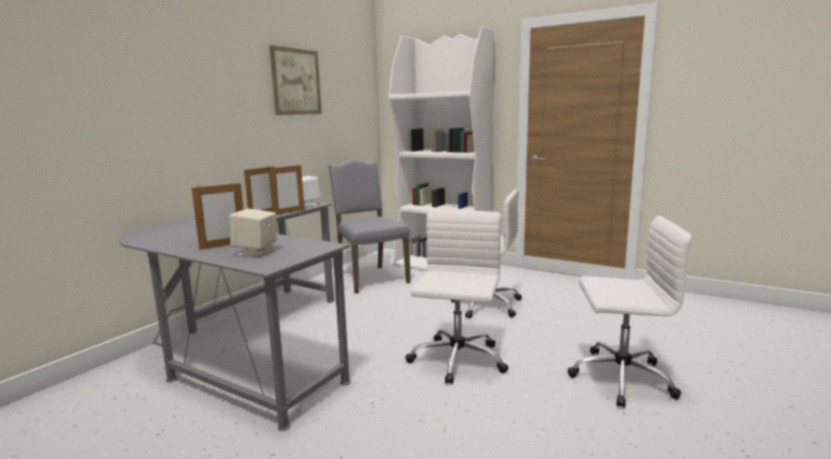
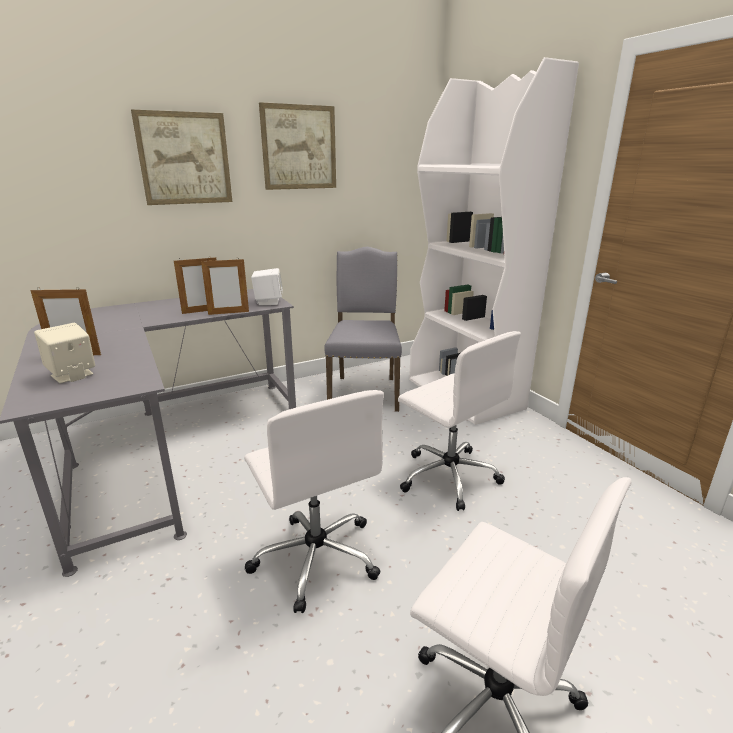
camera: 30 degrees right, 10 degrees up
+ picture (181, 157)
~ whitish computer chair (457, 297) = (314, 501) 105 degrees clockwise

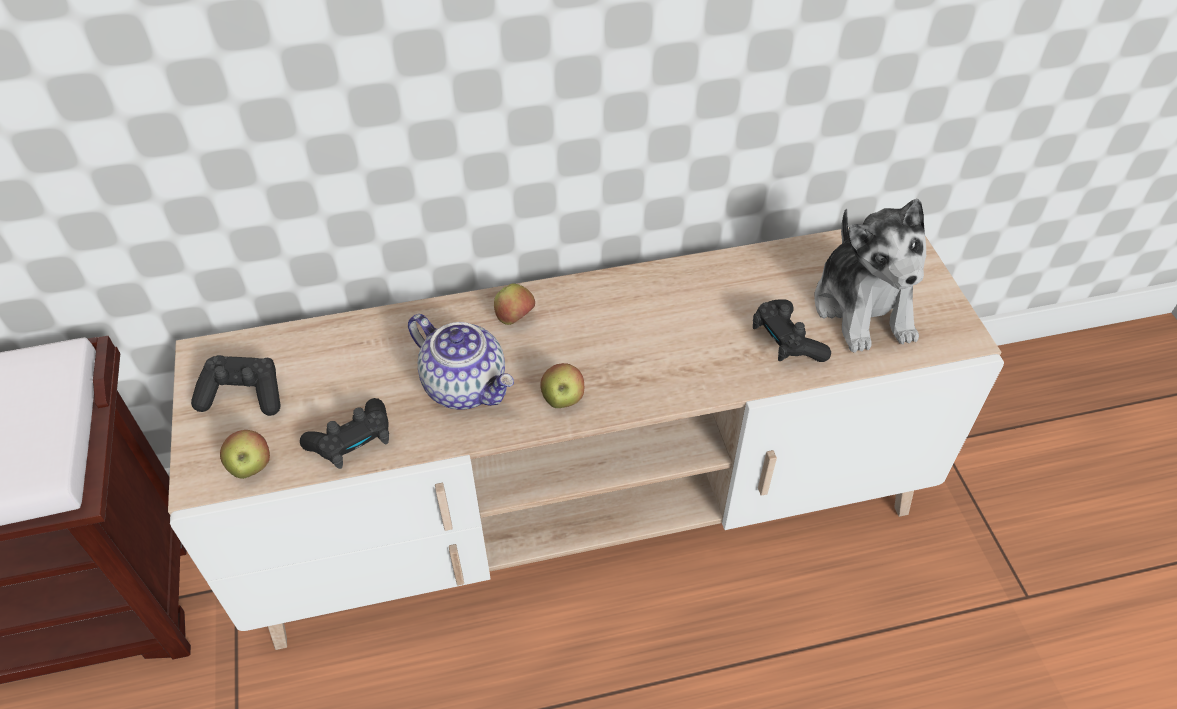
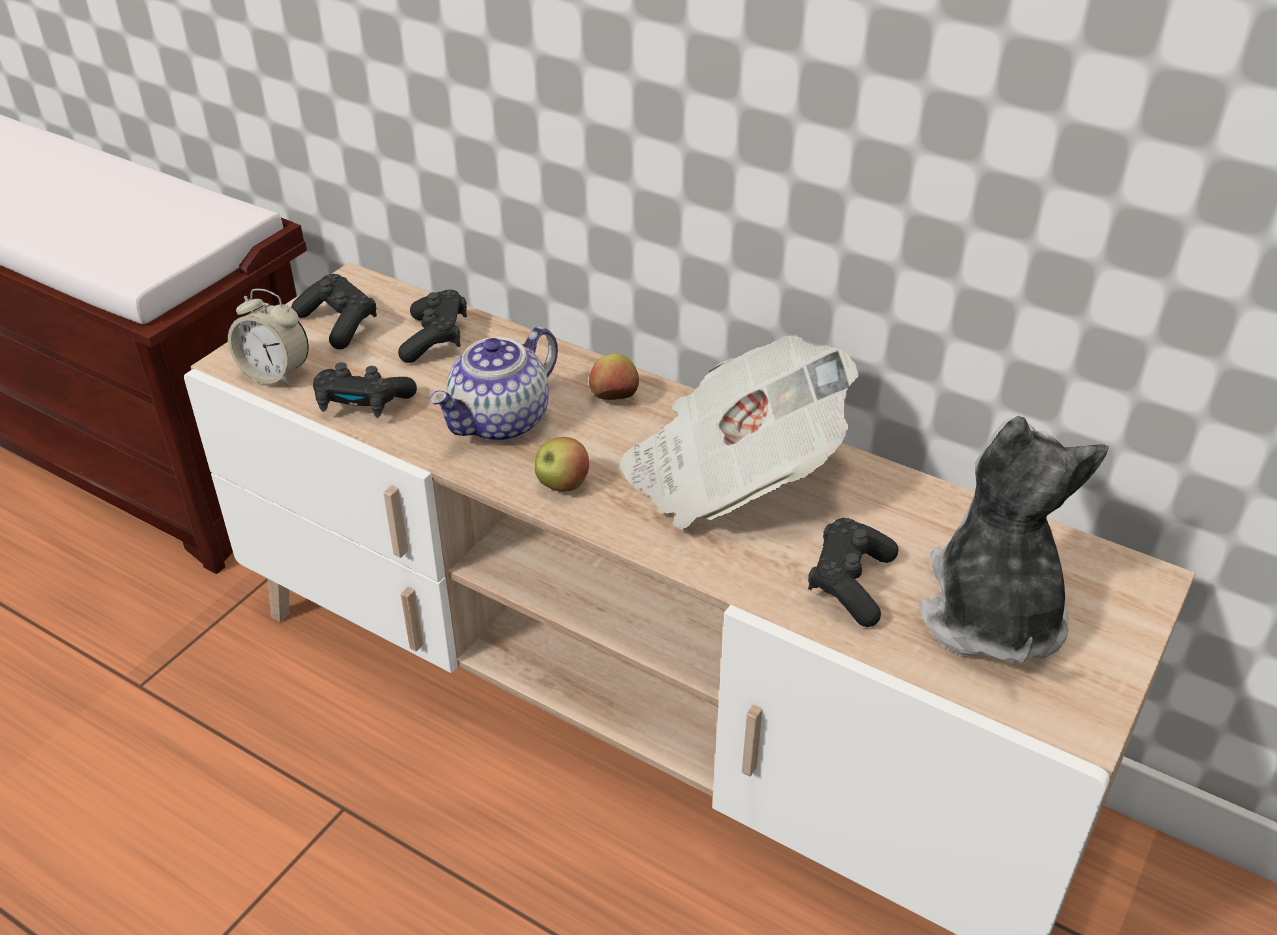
camera: 45 degrees right, 10 degrees down
~ whole apple (245, 454) to bedside clock (268, 338)
+ blackish joypad (432, 326)
~ tea pot (461, 362) = (493, 384) 45 degrees clockwise
+ printed paper (739, 432)
~ cuddly toy (870, 276) = (1014, 540) 150 degrees clockwise

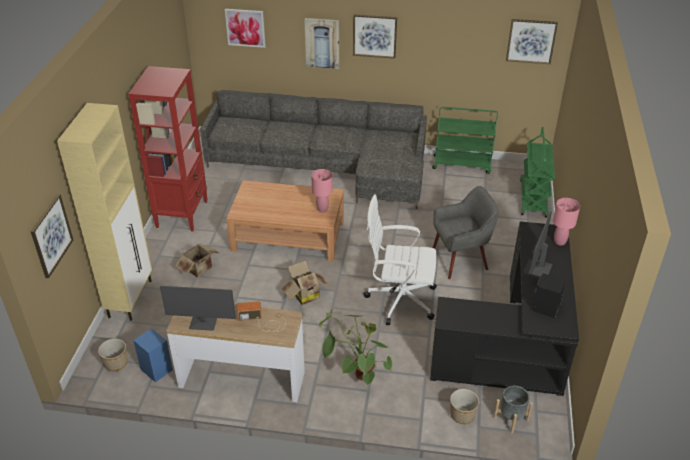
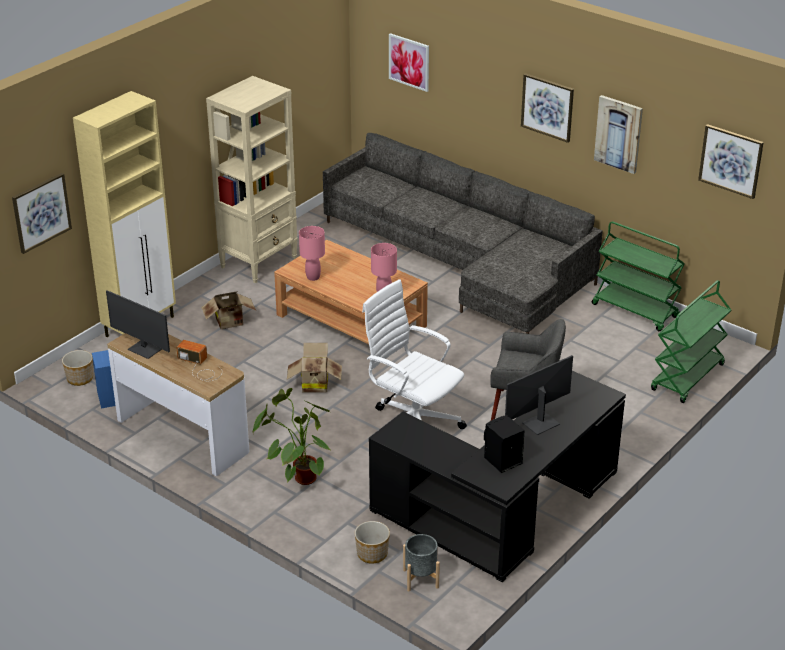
camera: 30 degrees right, 5 degrees down
~ reddish bookcase (168, 149) to sand-coloured bookcase (252, 180)
~ pink table lamp (566, 222) to (312, 253)
~ picture (322, 43) to (618, 134)

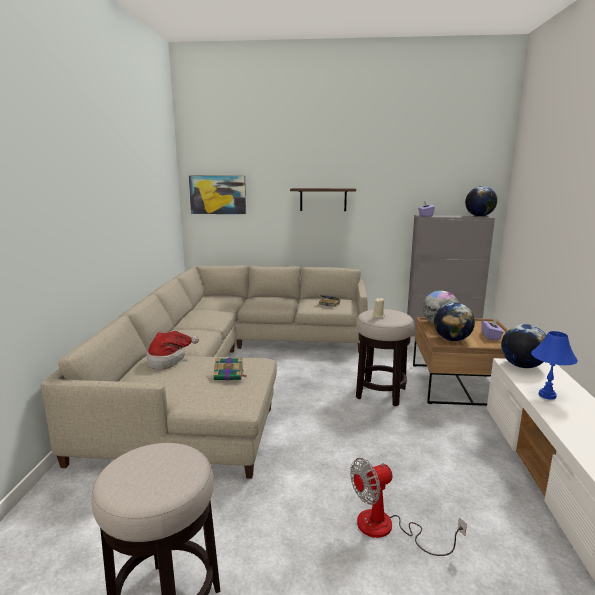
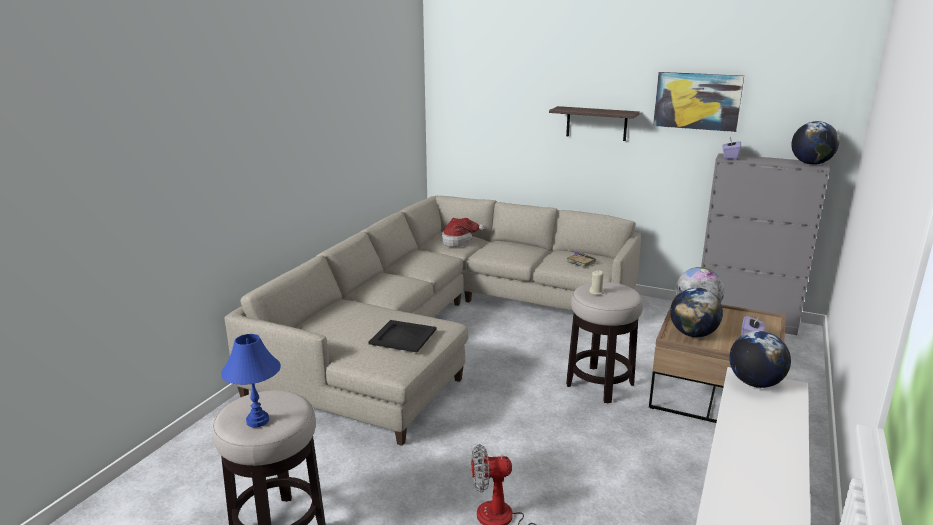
camera: 20 degrees right, 5 degrees up
~ blue-coloured table lamp (554, 365) to (251, 381)
~ bound book (230, 369) to blackish carrying tray (402, 336)
~ hat (172, 350) to (463, 232)
~ picture (217, 195) to (698, 102)

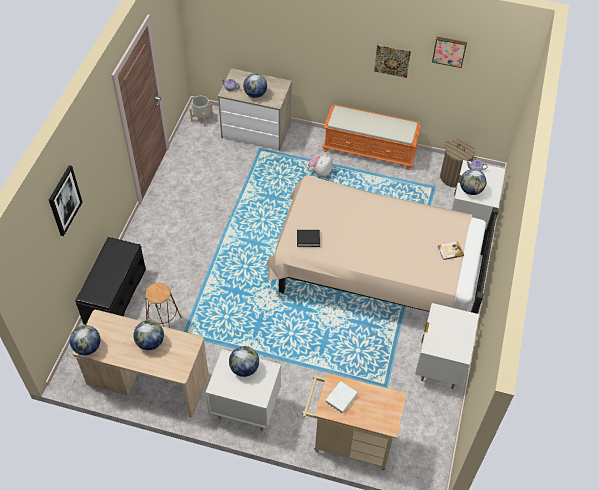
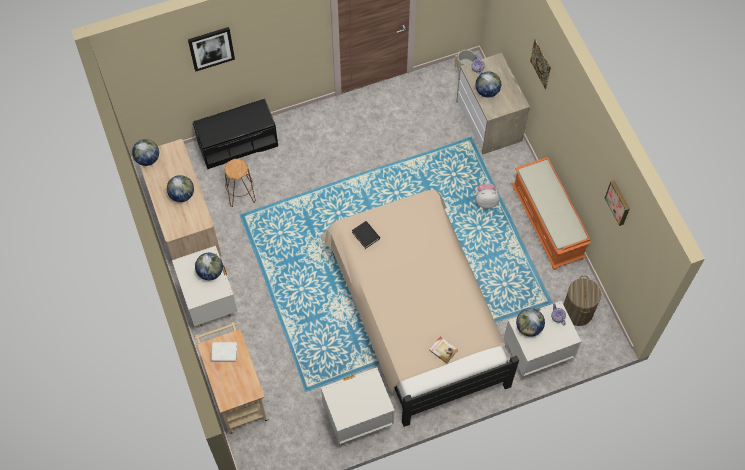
camera: 55 degrees right, 10 degrees up
~ picture (392, 61) to (540, 64)

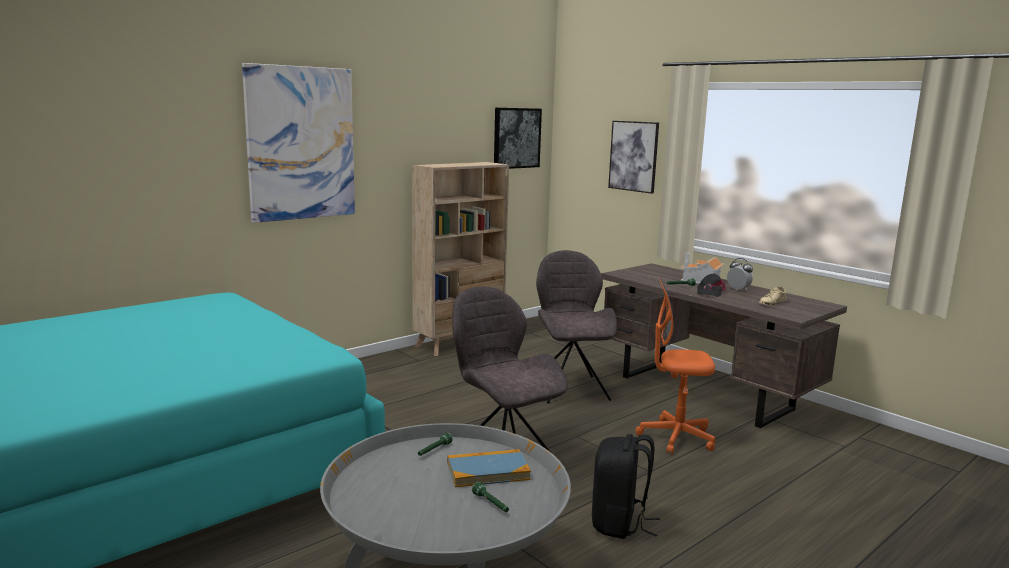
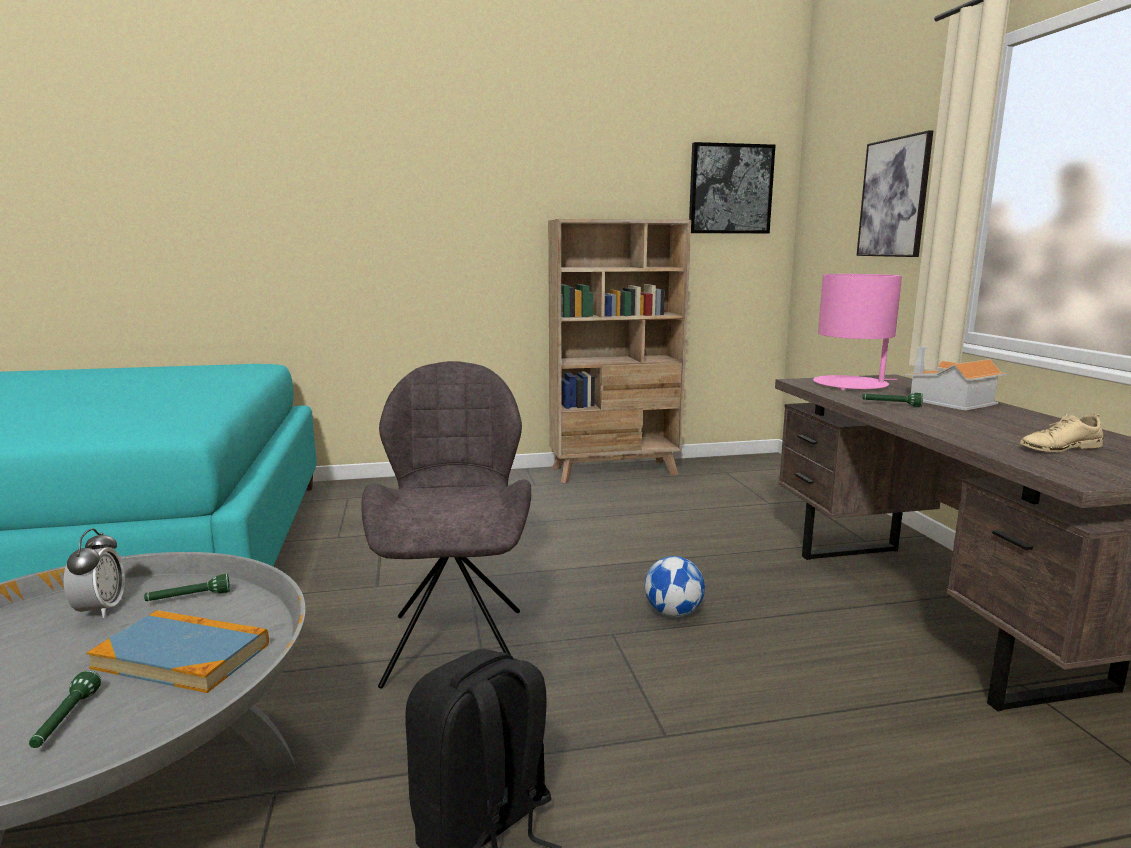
camera: 30 degrees right, 0 degrees up
~ bedside clock (740, 274) to (94, 573)
+ football (675, 586)
+ pink table lamp (857, 332)
- picture (298, 143)
- grey plain chair (576, 327)
- orange computer chair (675, 366)
- blackish peaked cap (711, 285)

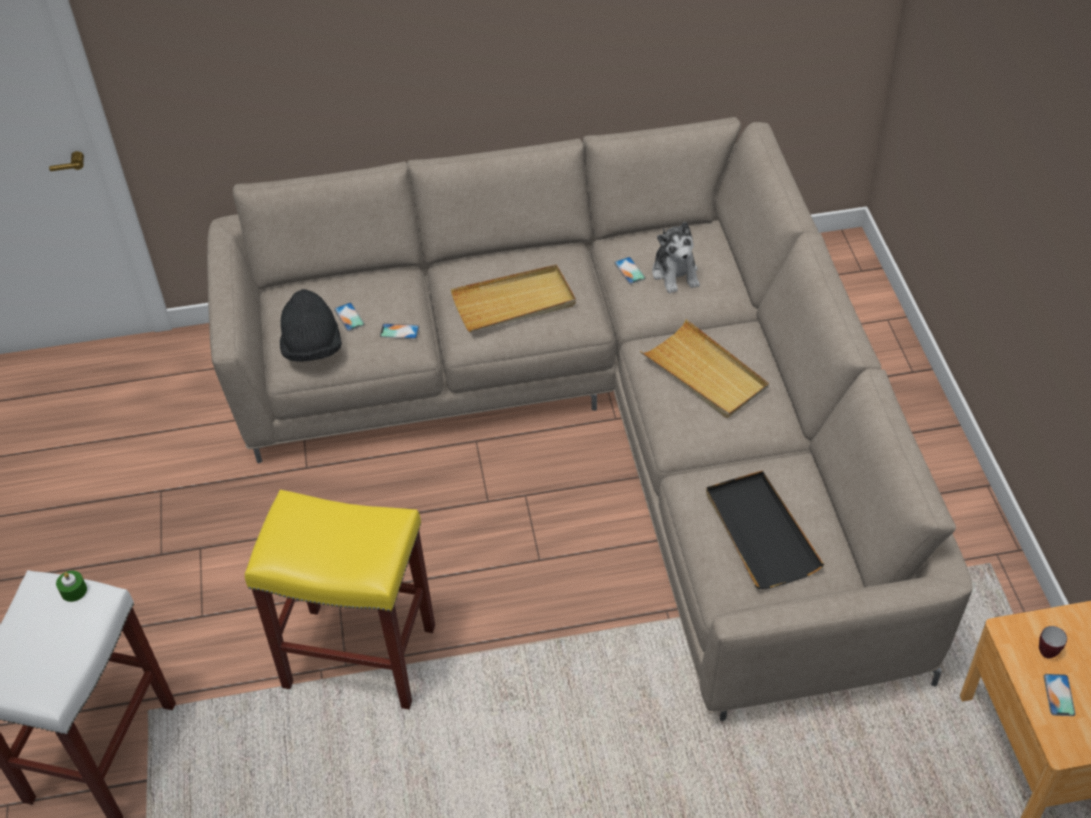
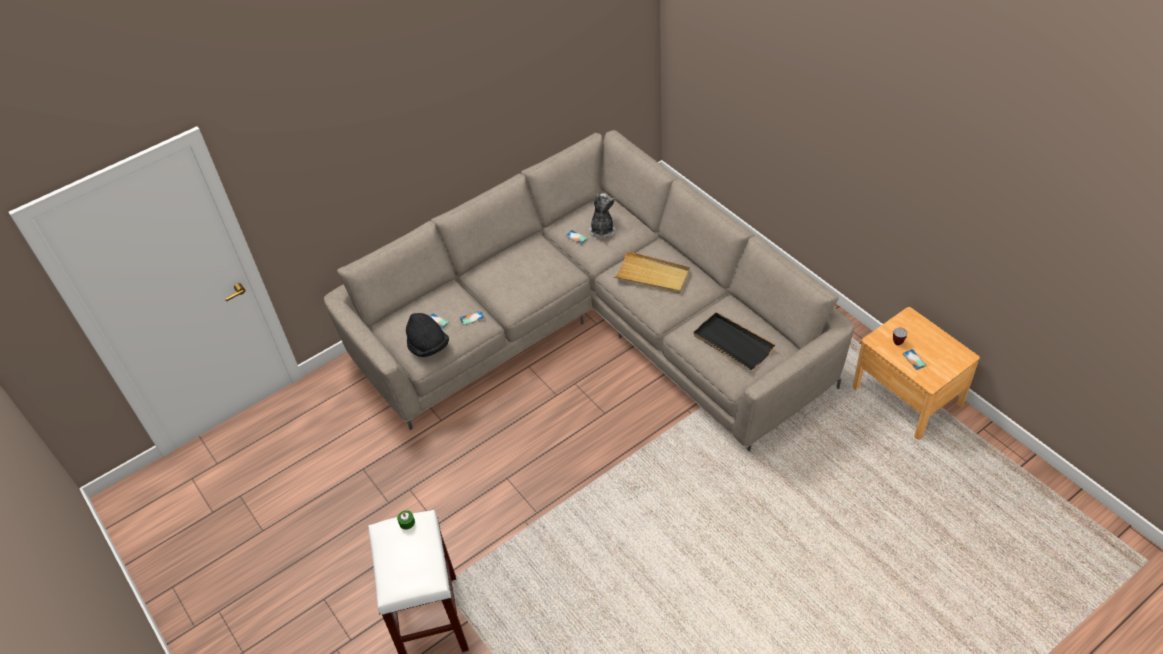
camera: 25 degrees left, 0 degrees up
~ cuddly toy (676, 257) = (602, 215) 135 degrees counterclockwise
- yellow-coloured sitting stool (340, 600)
- sand-coloured carrying tray (513, 298)

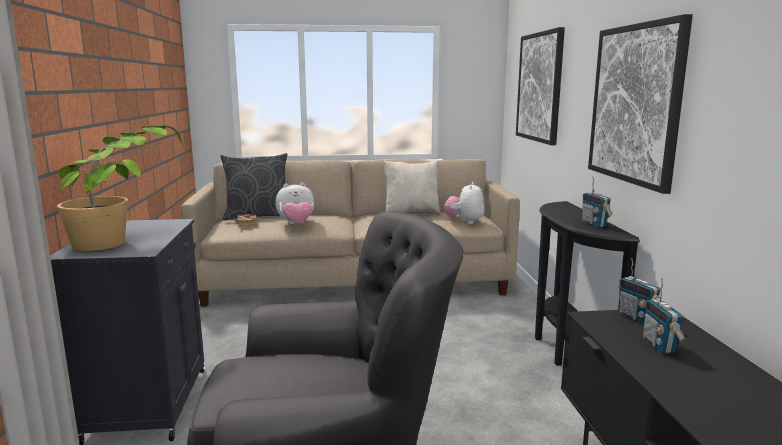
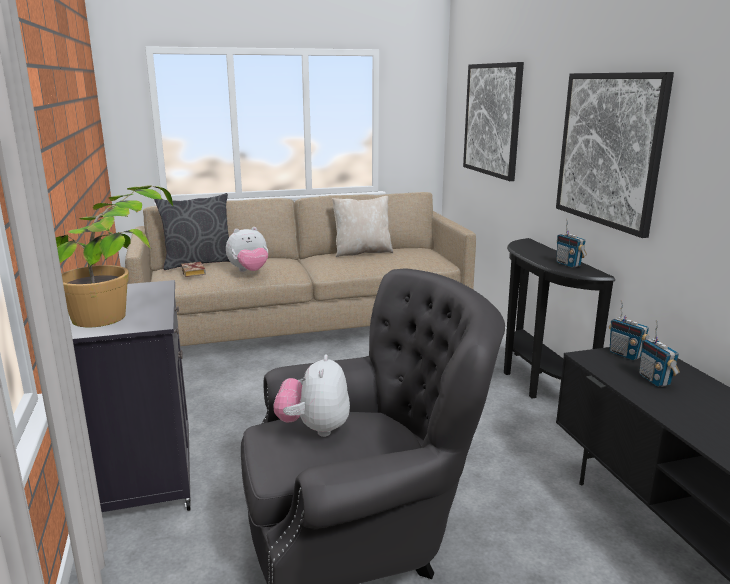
camera: 10 degrees left, 5 degrees up
~ cuddly toy (464, 203) to (311, 395)

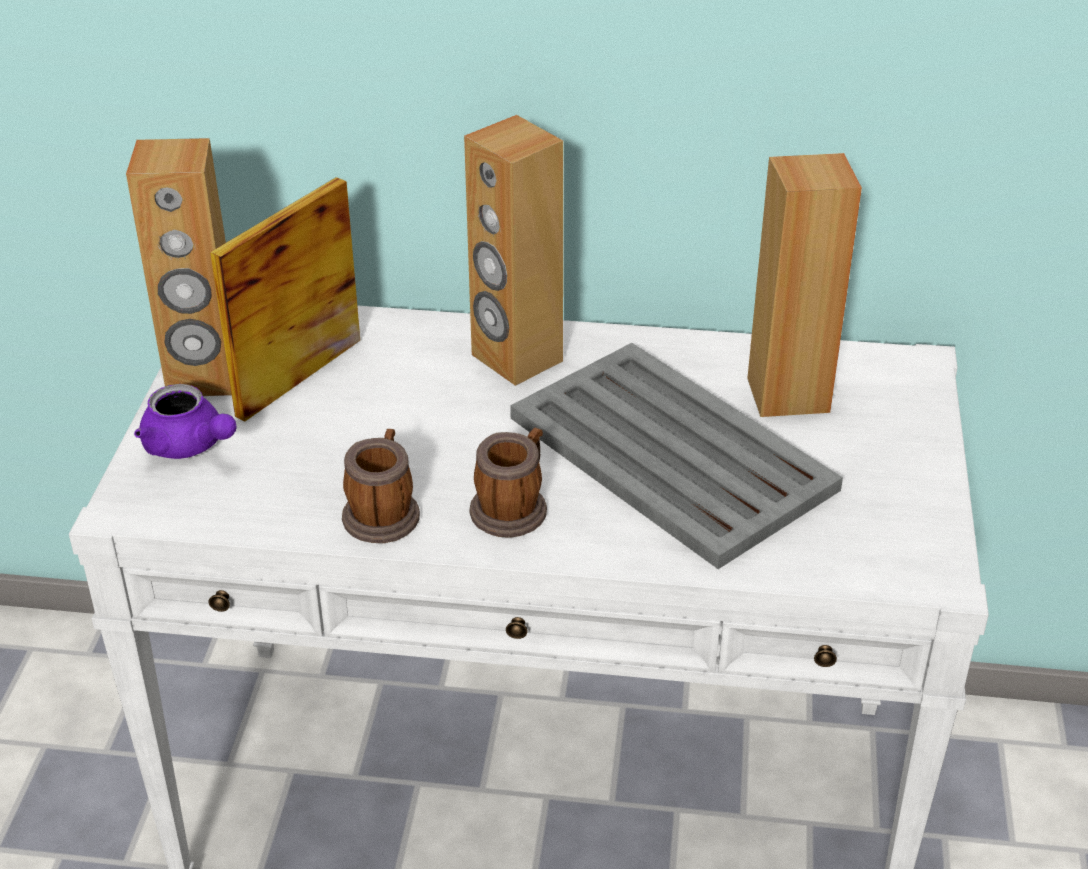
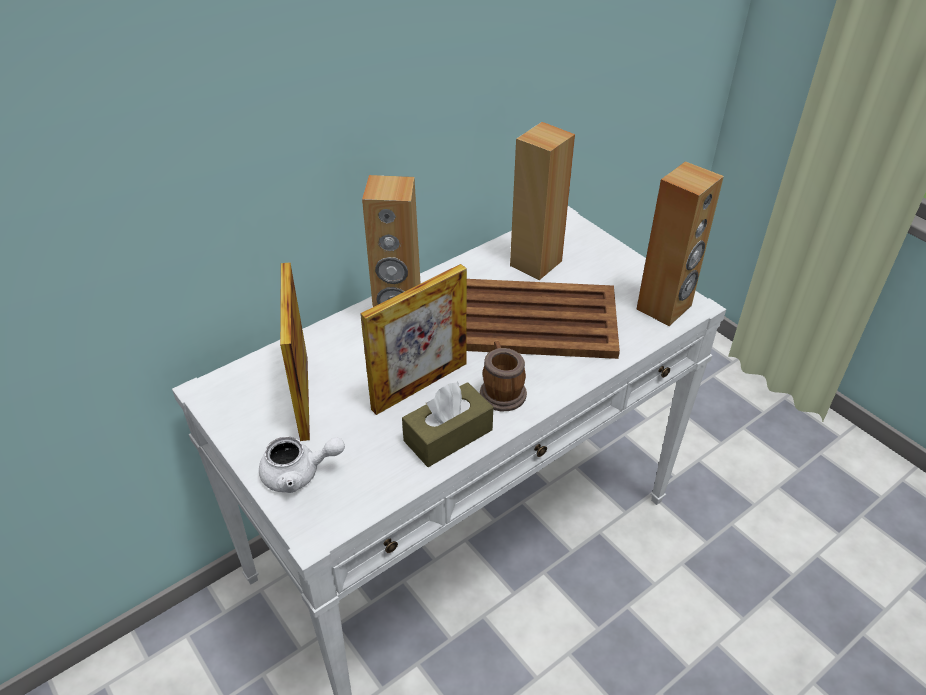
camera: 45 degrees left, 5 degrees up
~ purple tea pot (185, 421) to whitish tea pot (302, 465)
+ standing frame (413, 339)
~ mug (381, 486) to brown-coloured box of tissues (447, 424)
~ grey carrying tray (676, 456) to brown-coloured carrying tray (543, 319)
~ brown-coloured speaker (179, 267) to (680, 243)

